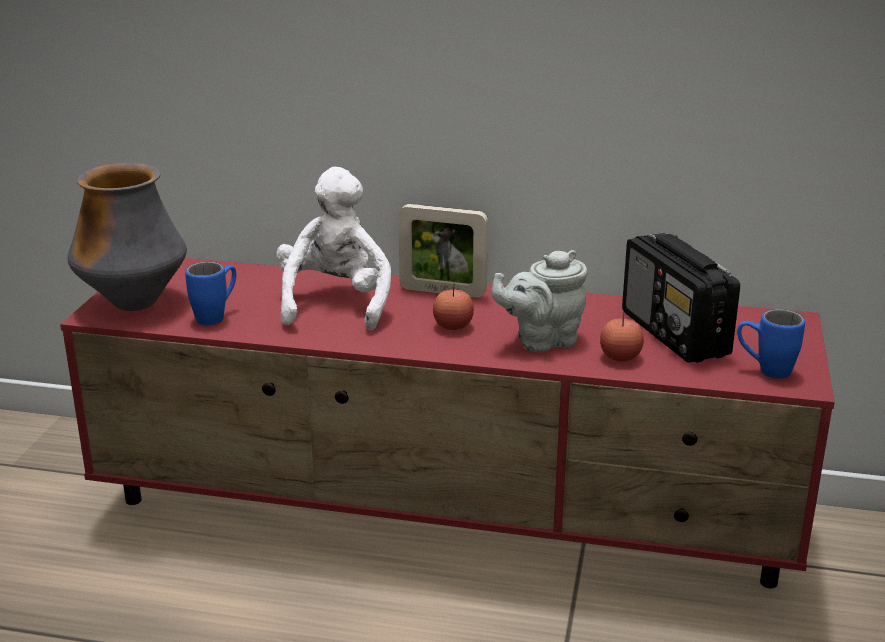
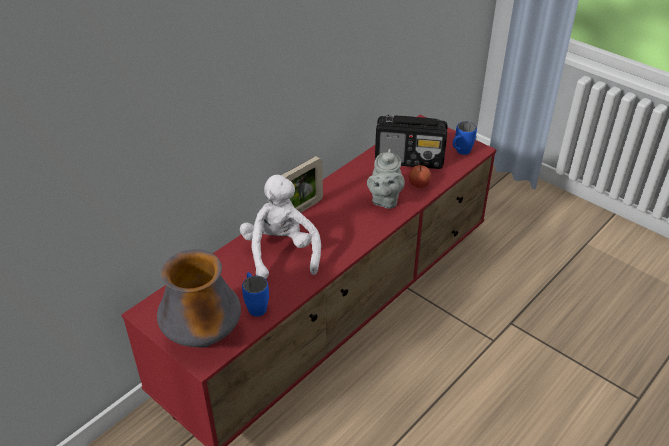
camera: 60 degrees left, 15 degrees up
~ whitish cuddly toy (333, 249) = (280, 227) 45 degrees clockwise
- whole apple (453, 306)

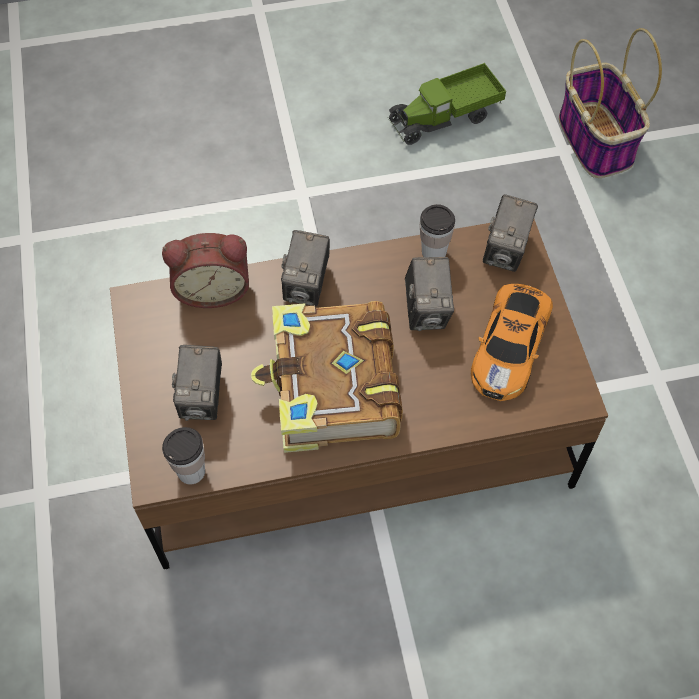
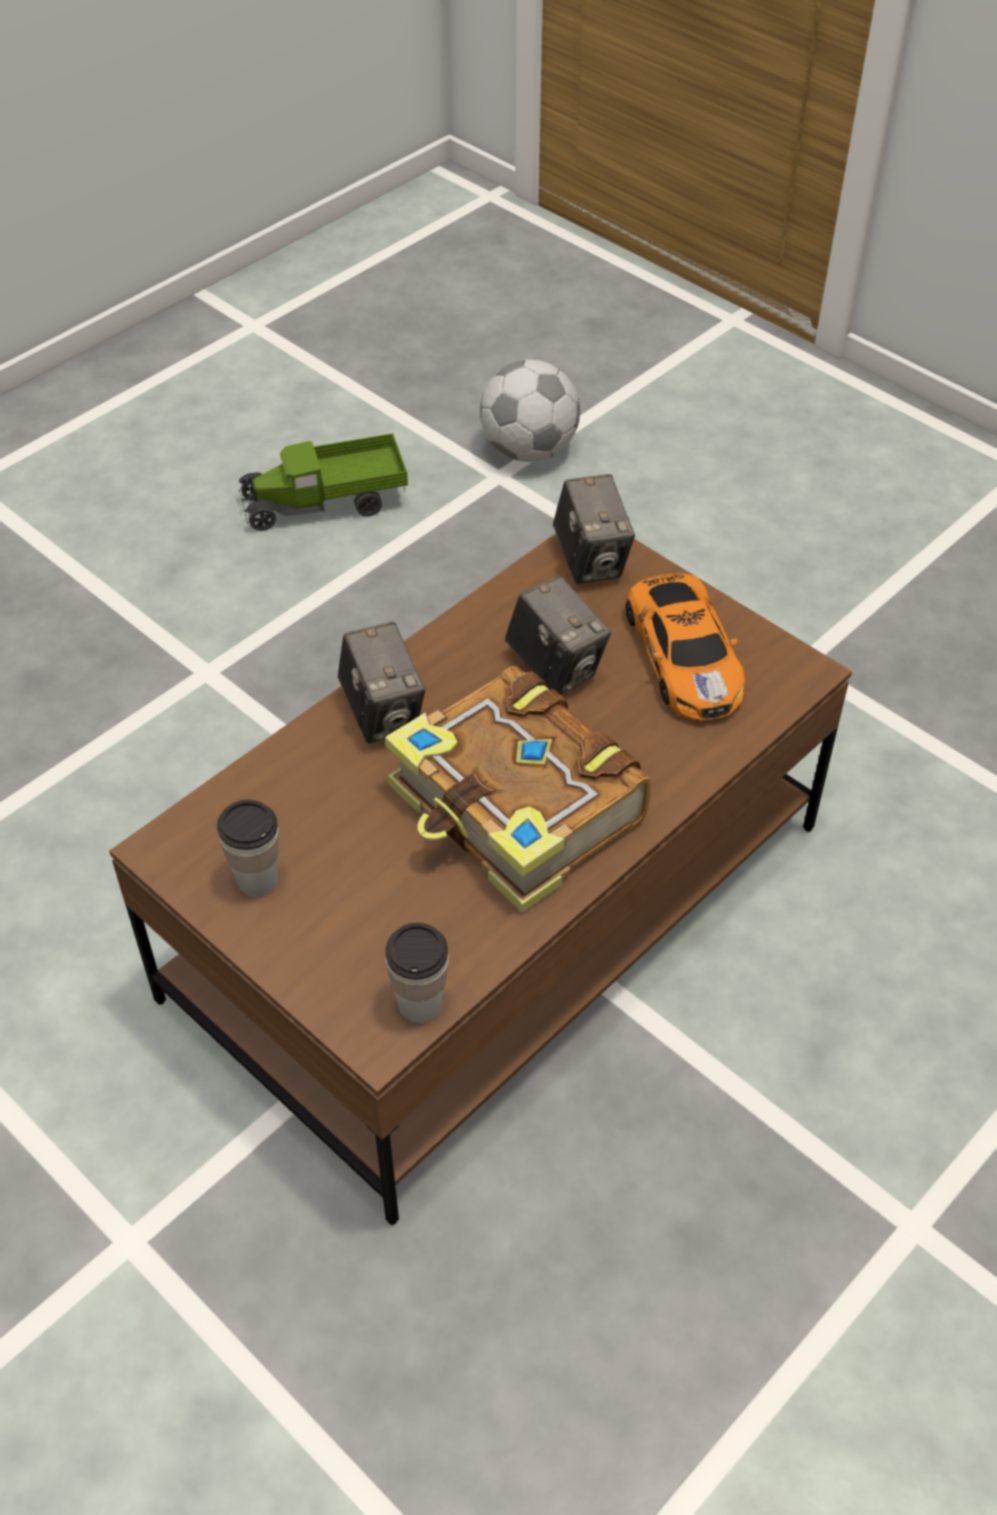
camera: 35 degrees left, 10 degrees down
~ drinking cup (437, 230) to (248, 848)
~ toy truck (447, 104) = (323, 482) 45 degrees clockwise
~ storage basket (610, 103) to football (530, 411)
- bedside clock (205, 270)
- still camera (197, 383)

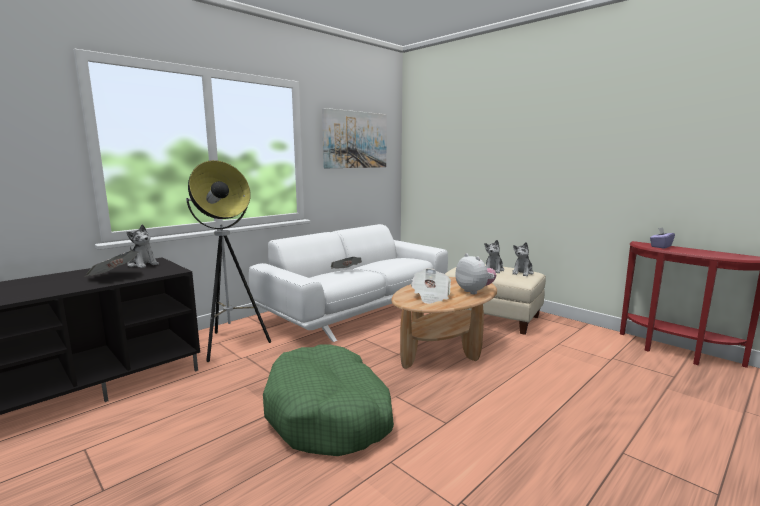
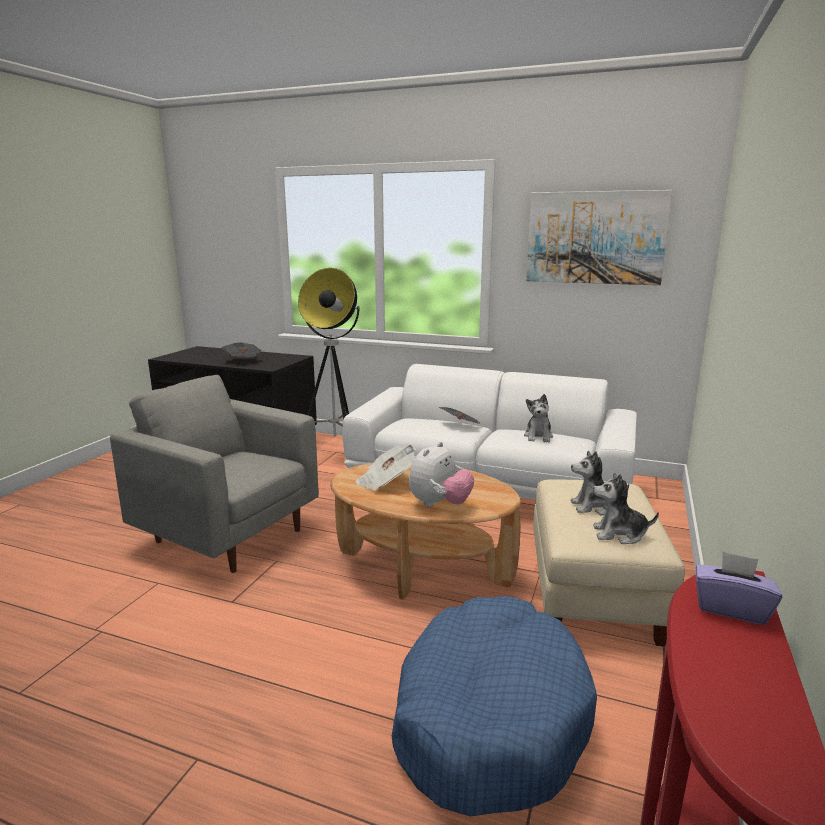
camera: 65 degrees right, 5 degrees up
~ green-coloured dog cushion (328, 400) to grey lounge chair (214, 474)
+ blue-coloured dog cushion (494, 706)
~ cuddly toy (143, 246) to (538, 418)

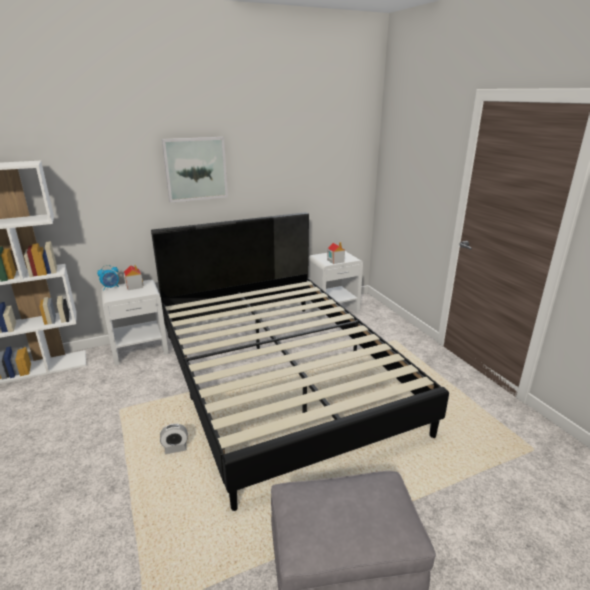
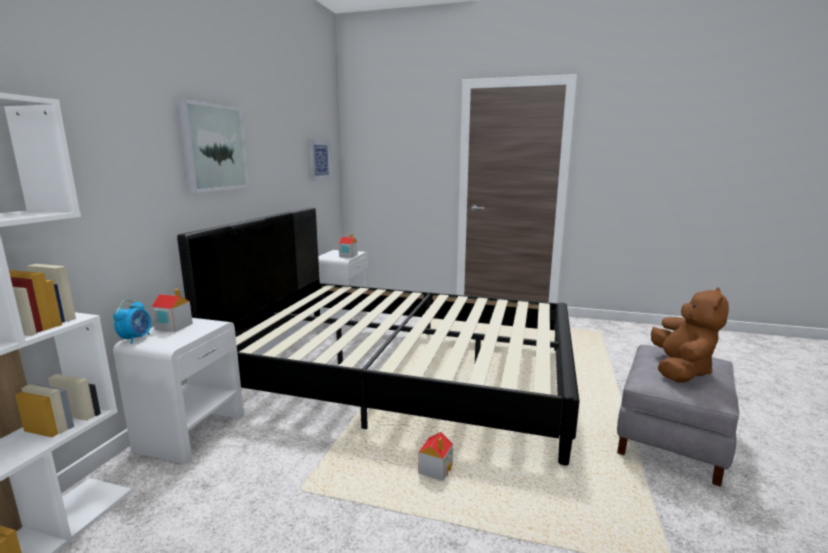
camera: 50 degrees left, 10 degrees down
+ picture (320, 160)
~ bedside clock (174, 438) to miniature house (435, 456)
+ brown-coloured cuddly toy (690, 334)

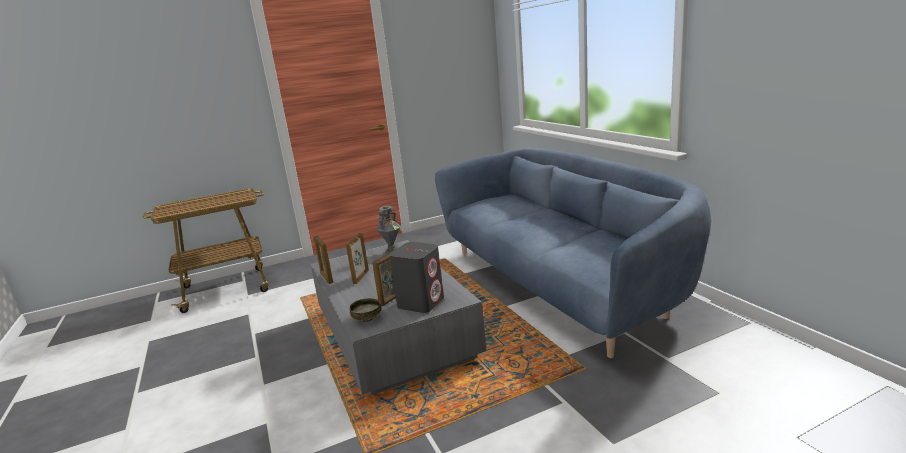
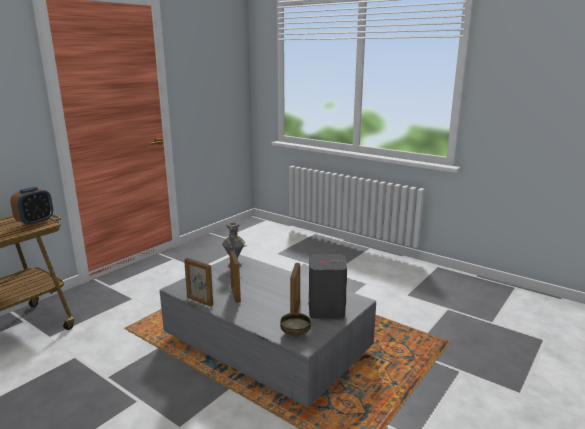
camera: 30 degrees left, 0 degrees up
+ bedside clock (31, 206)
- blue-coloured couch (573, 253)

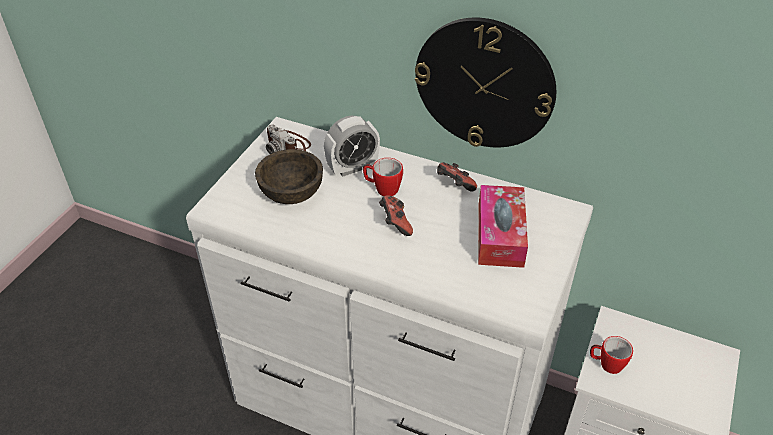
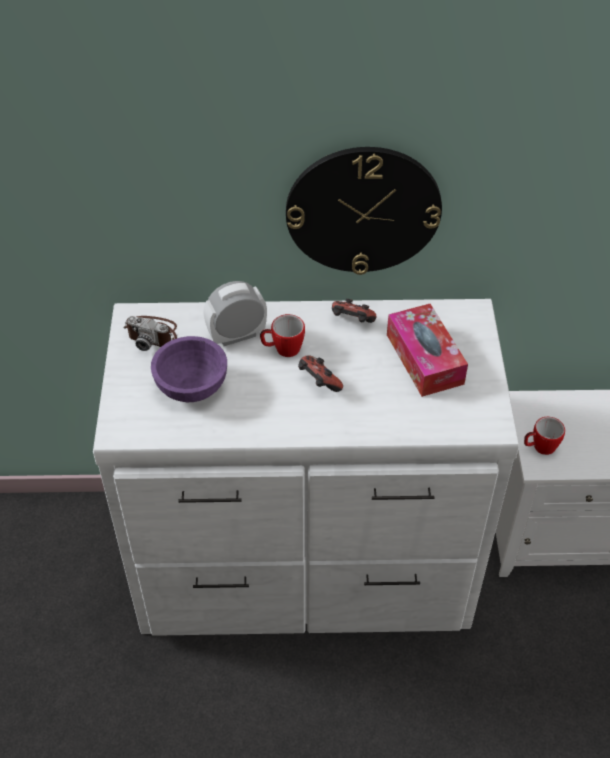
camera: 25 degrees left, 5 degrees up
~ brown-coloured bowl (289, 176) to purple bowl (189, 369)
~ bedside clock (352, 146) = (235, 313) 150 degrees counterclockwise

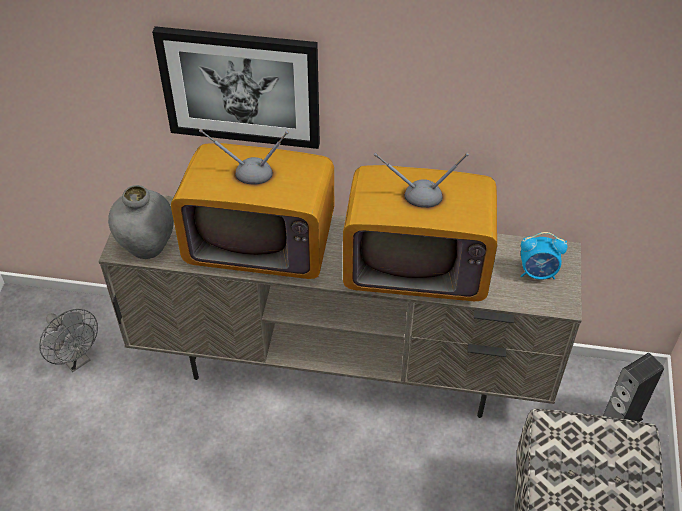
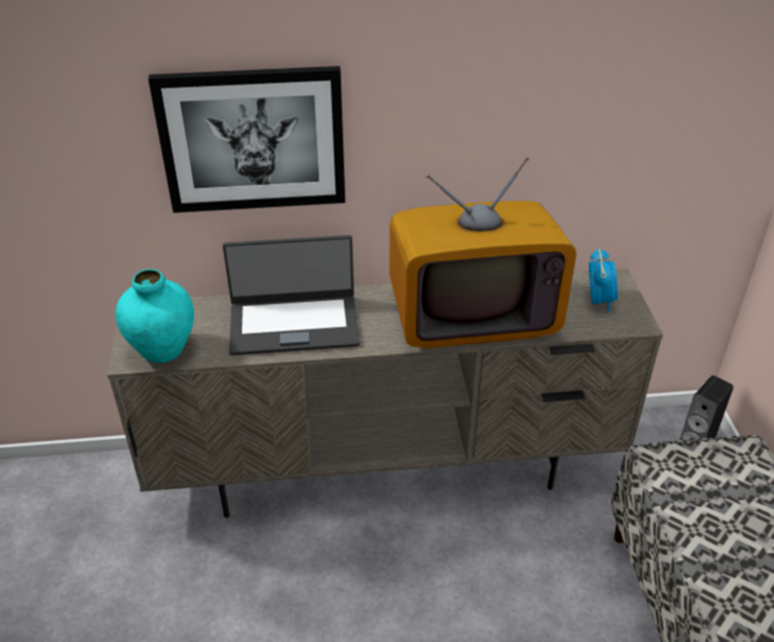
camera: 15 degrees left, 10 degrees down
~ grey decorative vase (141, 222) to blue-green decorative vase (154, 316)
~ TV (252, 204) to laptop (291, 295)
~ bedside clock (543, 256) = (603, 280) 75 degrees counterclockwise
- grey cooling fan (68, 340)

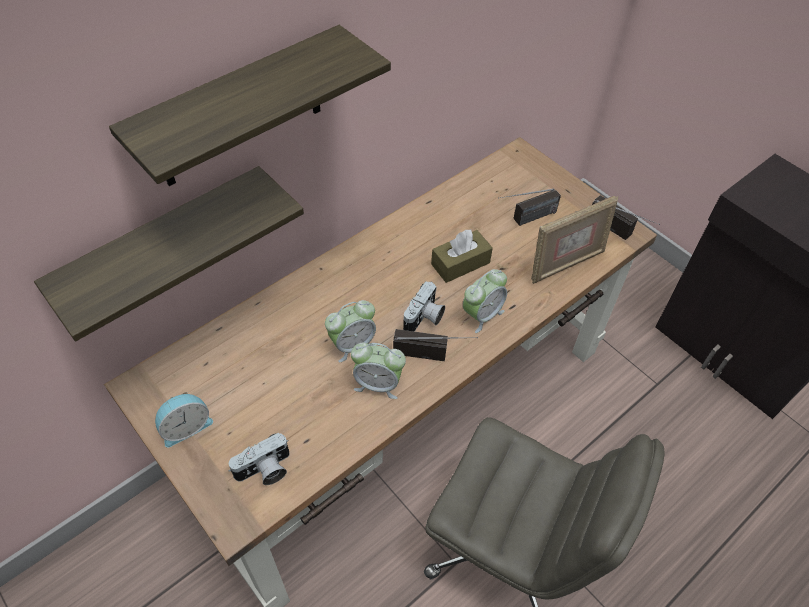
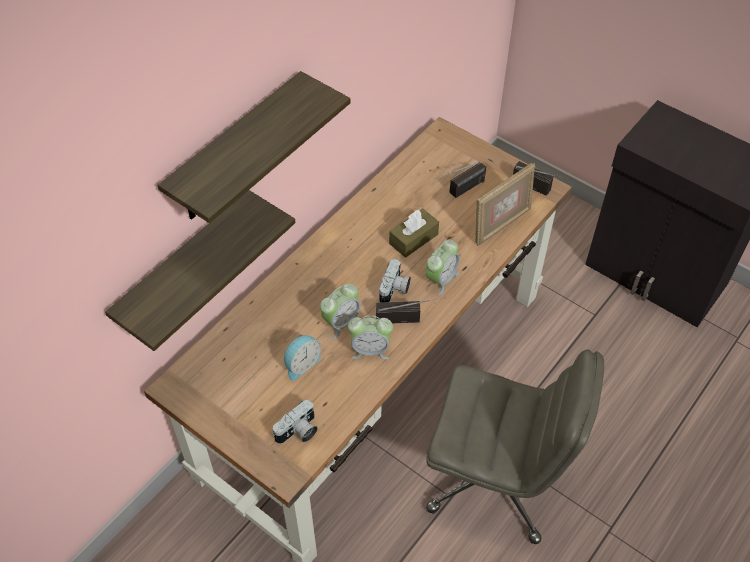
camera: 10 degrees left, 0 degrees up
~ bedside clock (184, 420) to (302, 357)

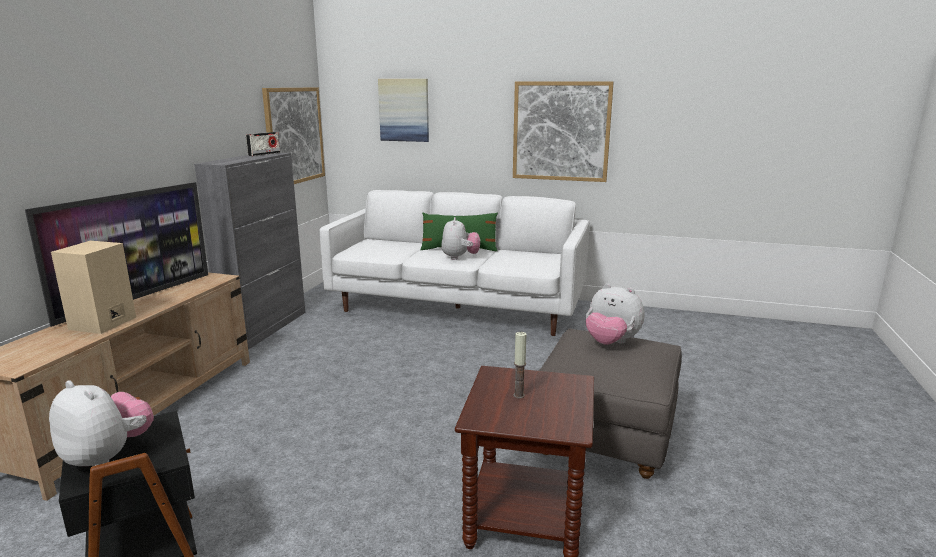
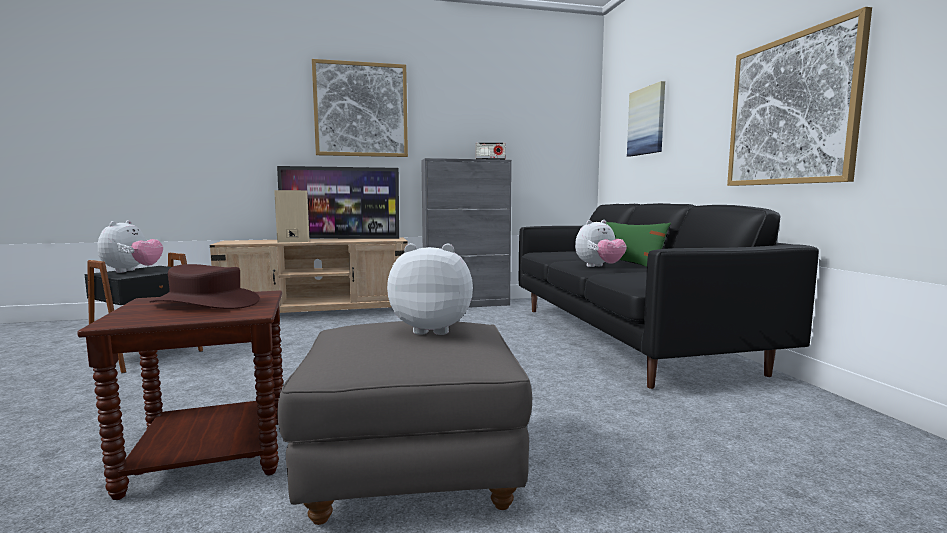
camera: 60 degrees right, 10 degrees down
~ wax light (519, 365) to brown-coloured hat (204, 286)
~ picture (293, 135) to (360, 108)
~ cuddly toy (615, 314) = (430, 289) 90 degrees clockwise
~ whitish couch (454, 263) to blackish couch (669, 296)

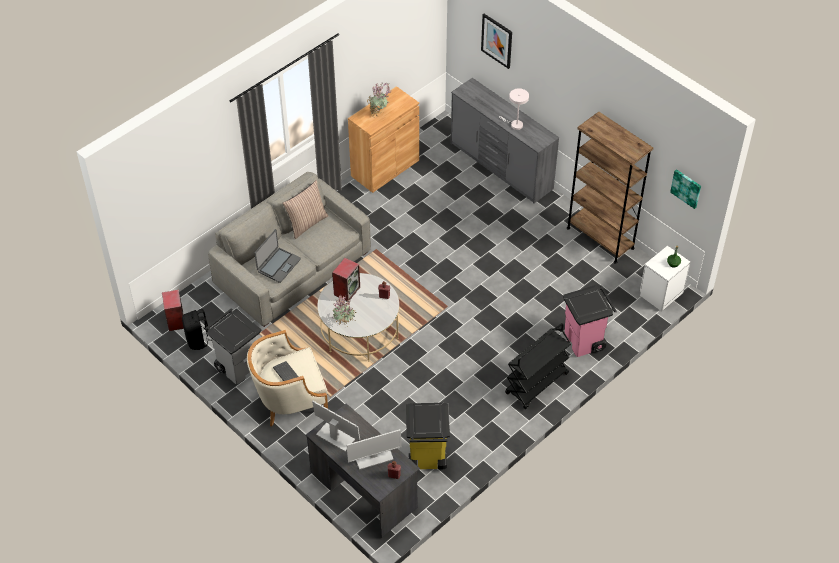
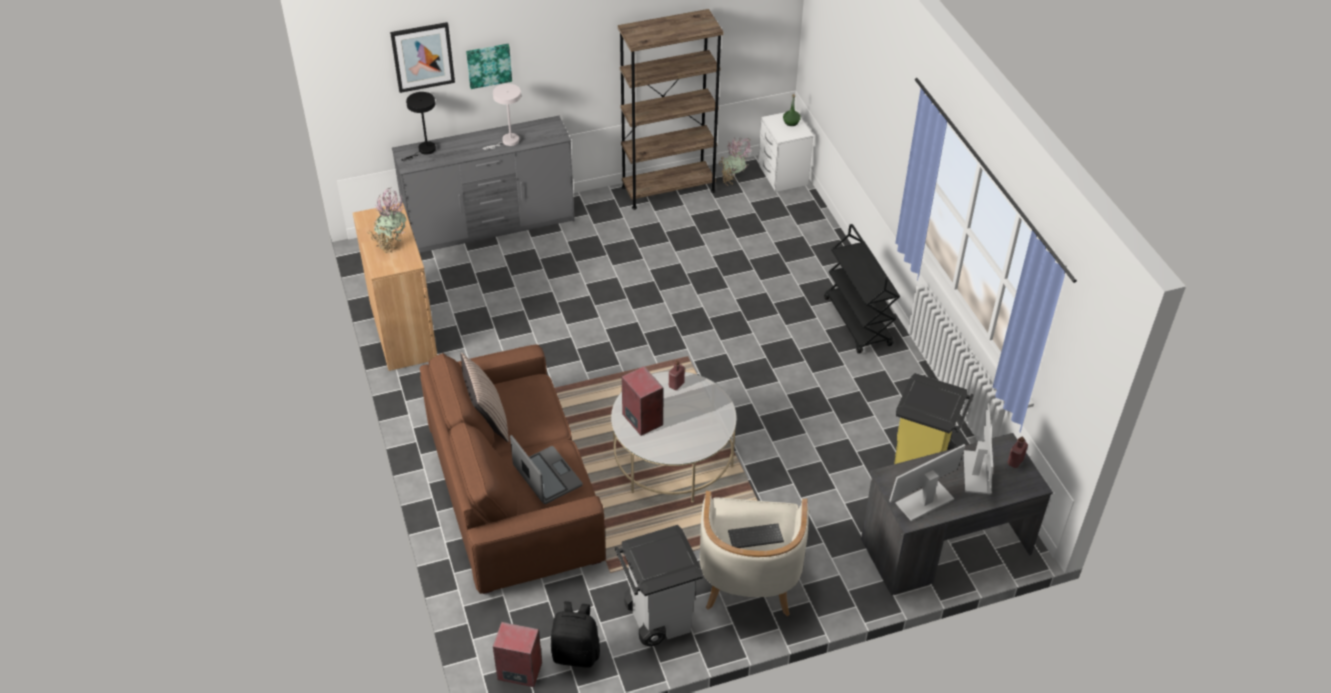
camera: 65 degrees left, 5 degrees down
+ blackish table lamp (418, 126)
~ grey couch (289, 249) to brown-coloured couch (513, 469)
~ picture (685, 189) to (489, 66)
~ plant in a pot (344, 310) to (736, 161)
- pink rubbish bin (590, 321)

